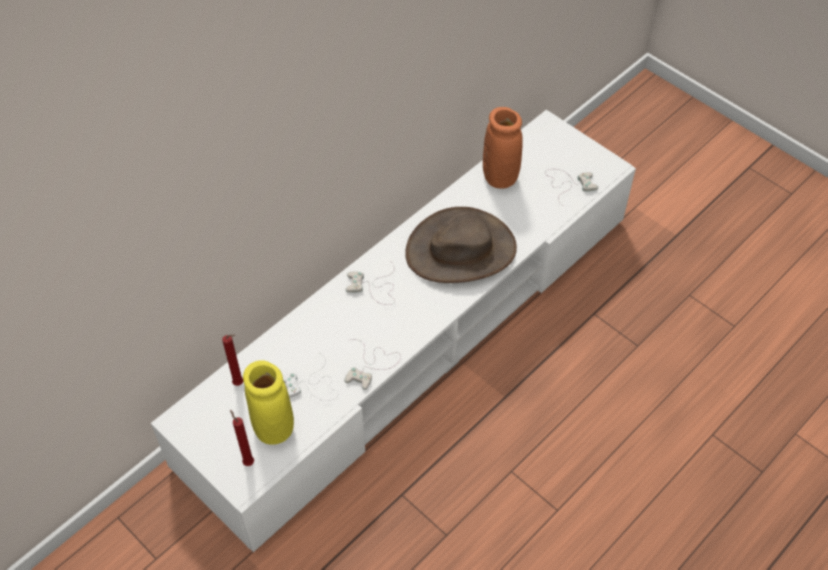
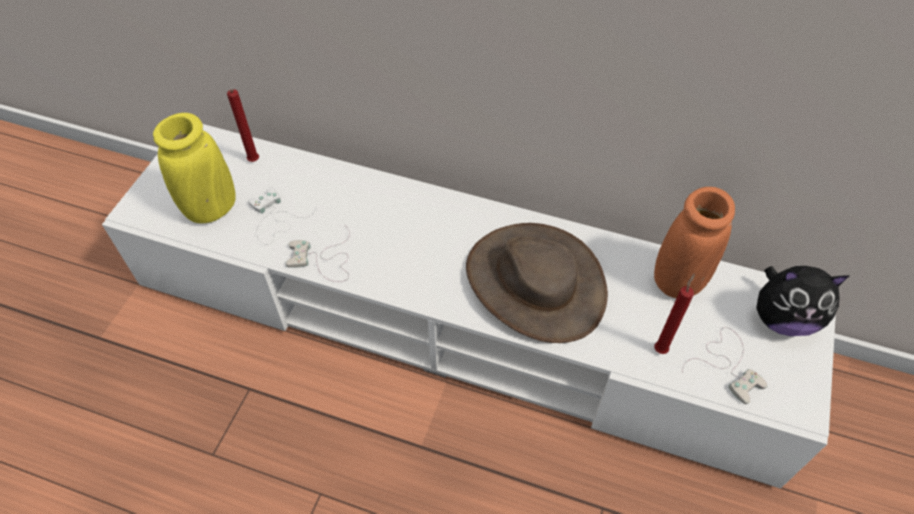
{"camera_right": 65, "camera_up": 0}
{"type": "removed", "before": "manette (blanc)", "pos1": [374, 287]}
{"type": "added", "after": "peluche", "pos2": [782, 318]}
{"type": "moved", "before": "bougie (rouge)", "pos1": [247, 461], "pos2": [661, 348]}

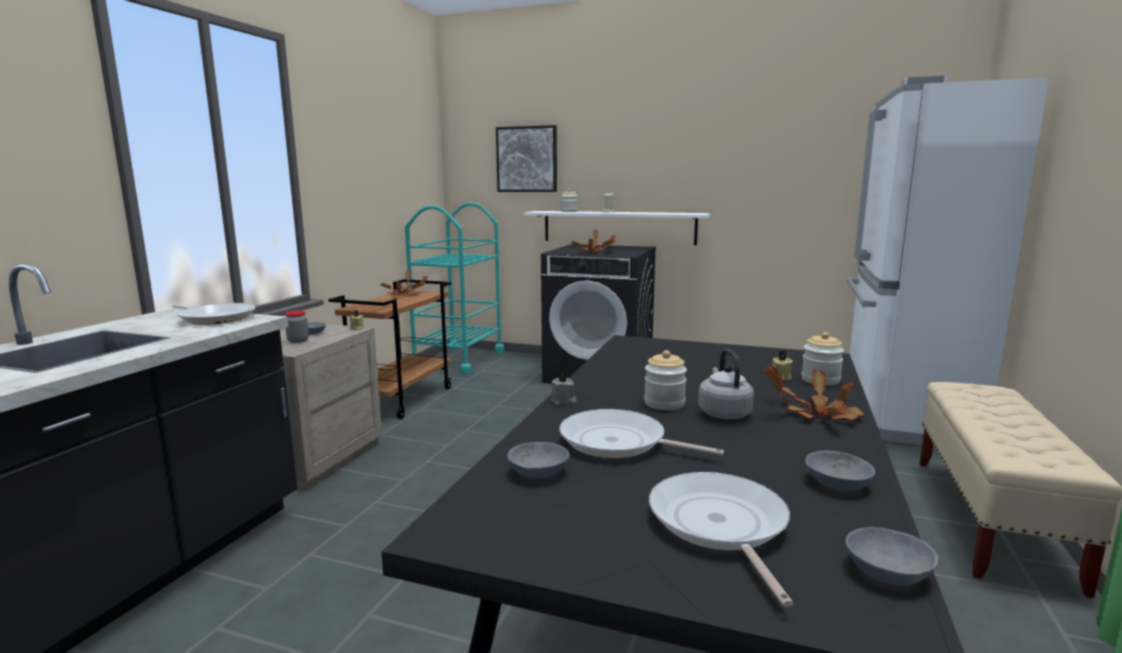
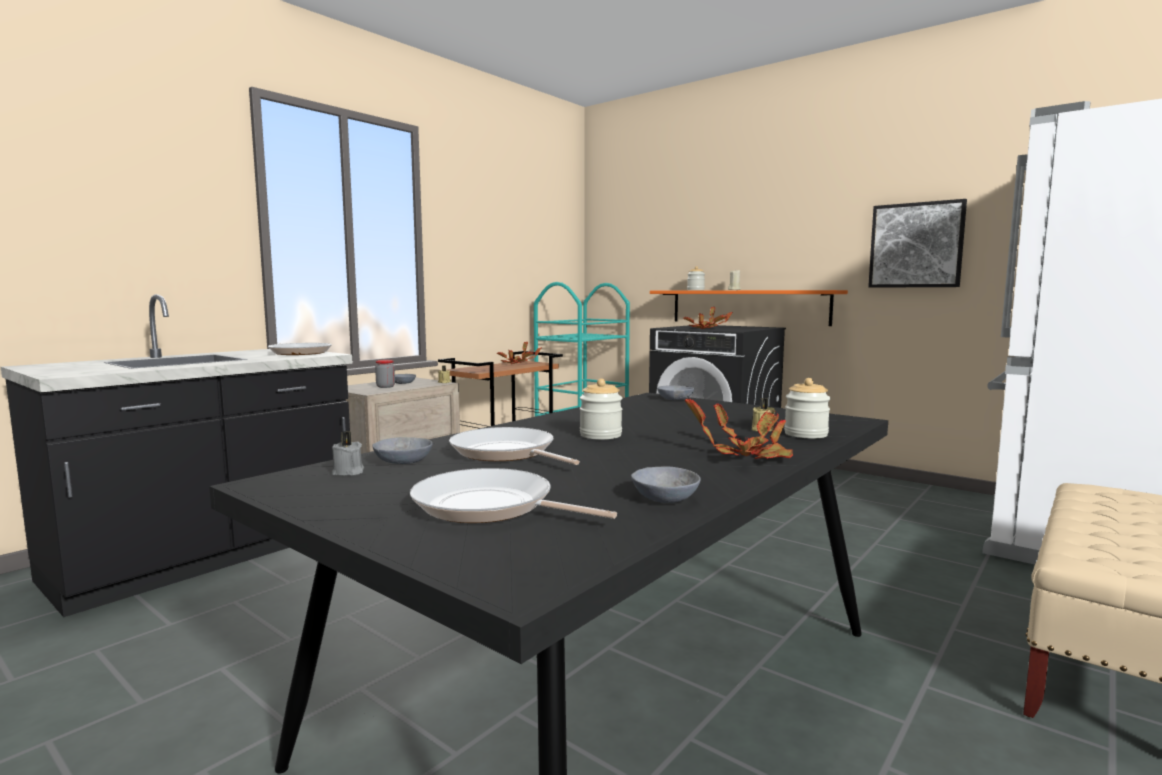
{"camera_right": 20, "camera_up": -5}
{"type": "removed", "before": "bouilloire (gris)", "pos1": [723, 413]}
{"type": "moved", "before": "tableau", "pos1": [527, 159], "pos2": [916, 245]}
{"type": "moved", "before": "bougie (gris)", "pos1": [563, 401], "pos2": [348, 472]}
{"type": "moved", "before": "bol (gris)", "pos1": [887, 570], "pos2": [675, 399]}
{"type": "recoloured", "before": "étagère (blanc)", "after": "étagère (orange)", "pos1": [618, 227], "pos2": [747, 307]}
{"type": "turned", "before": "poêle", "pos1": [719, 526], "pos2": [490, 507], "turn": -75}

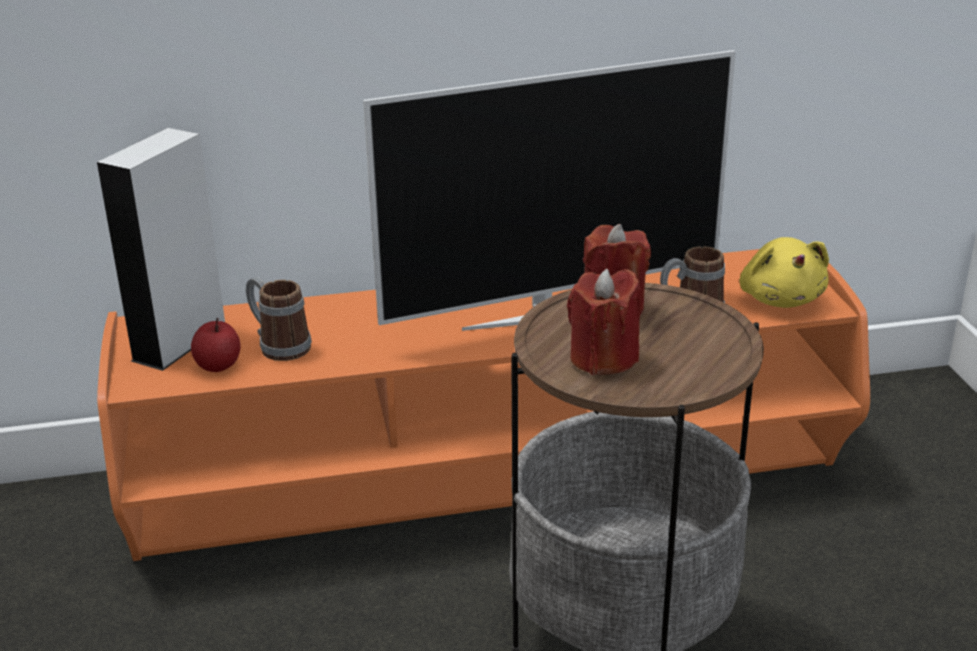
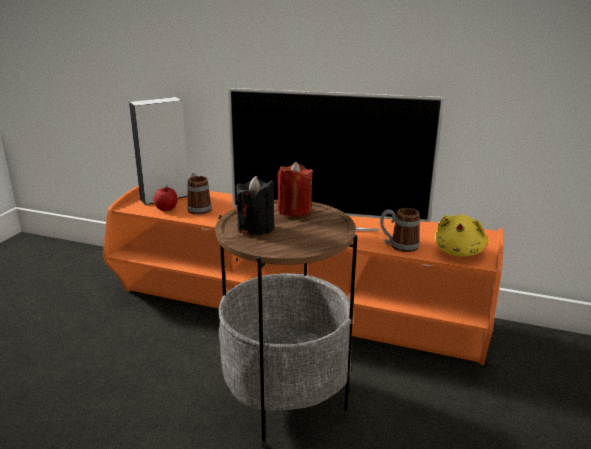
{"camera_right": 30, "camera_up": -5}
{"type": "recoloured", "before": "bougie (rouge)", "after": "bougie (noir)", "pos1": [603, 358], "pos2": [256, 228]}

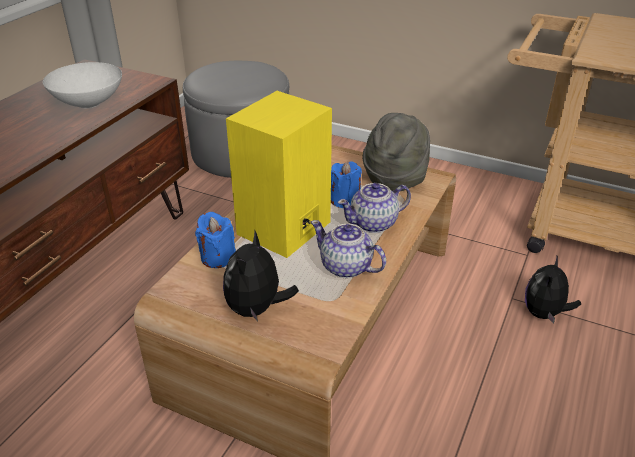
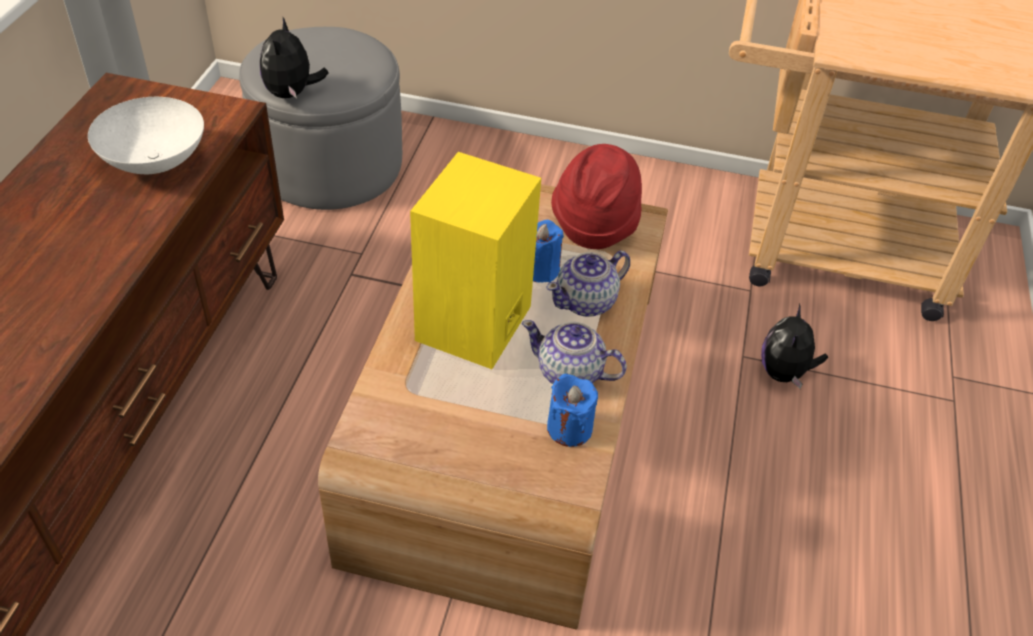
{"camera_right": -15, "camera_up": 10}
{"type": "moved", "before": "bougie (bleu)", "pos1": [217, 257], "pos2": [569, 428]}
{"type": "moved", "before": "peluche", "pos1": [257, 309], "pos2": [292, 94]}
{"type": "recoloured", "before": "chapeau (gris)", "after": "chapeau (rouge)", "pos1": [395, 178], "pos2": [595, 225]}

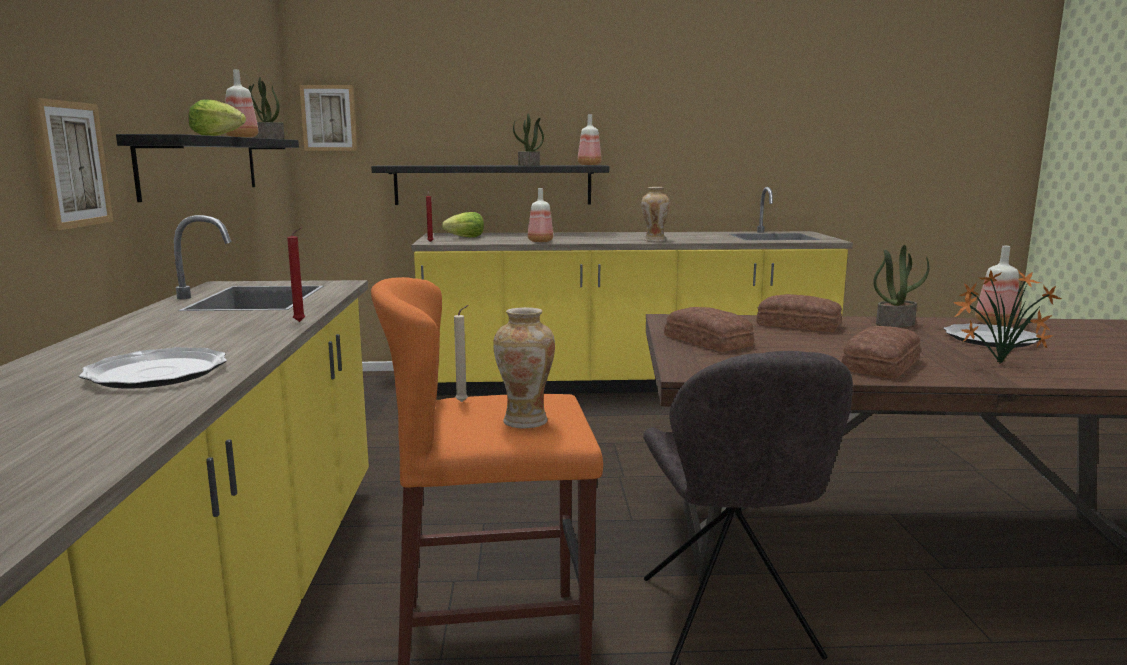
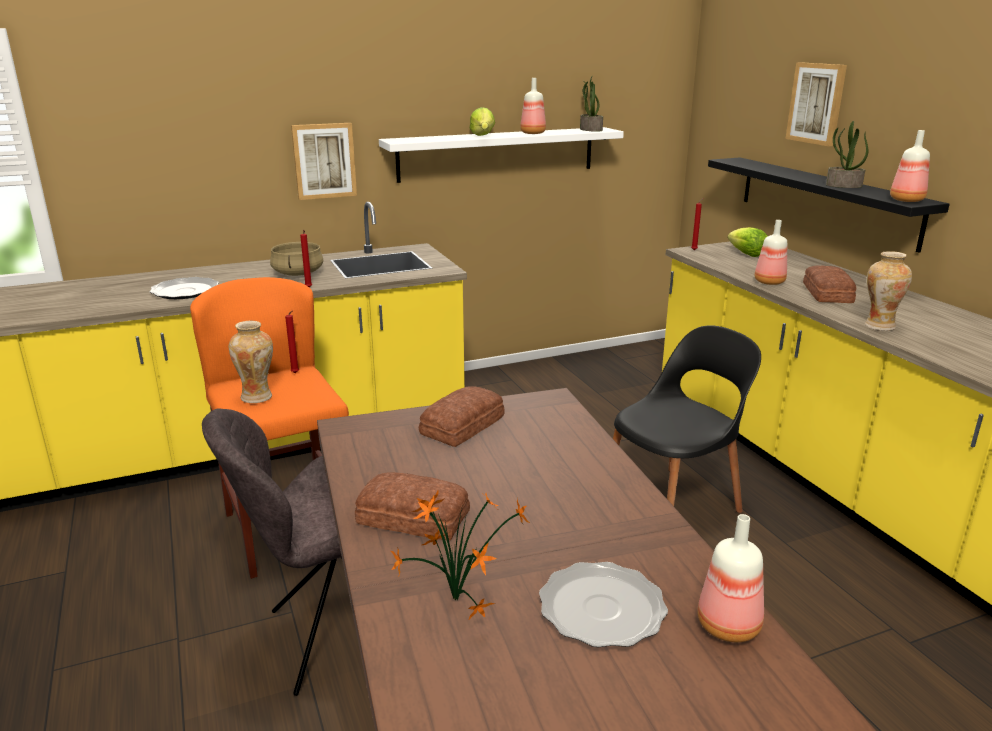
{"camera_right": 70, "camera_up": 10}
{"type": "removed", "before": "plante en pot", "pos1": [895, 323]}
{"type": "added", "after": "marmite (beige)", "pos2": [297, 273]}
{"type": "added", "after": "chaise (noir)", "pos2": [672, 504]}
{"type": "moved", "before": "tableau", "pos1": [329, 118], "pos2": [816, 103]}
{"type": "moved", "before": "pain", "pos1": [799, 325], "pos2": [826, 293]}
{"type": "recoloured", "before": "étagère (noir)", "after": "étagère (blanc)", "pos1": [202, 165], "pos2": [497, 154]}
{"type": "recoloured", "before": "bougie (beige)", "after": "bougie (rouge)", "pos1": [463, 401], "pos2": [296, 373]}

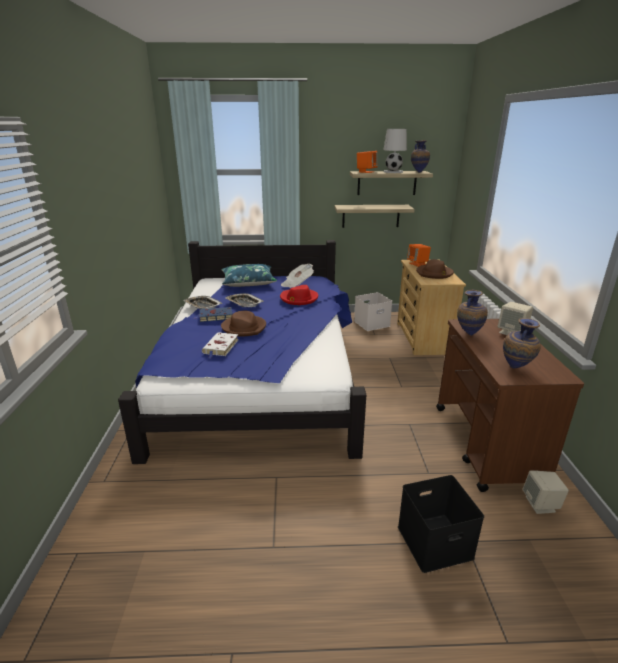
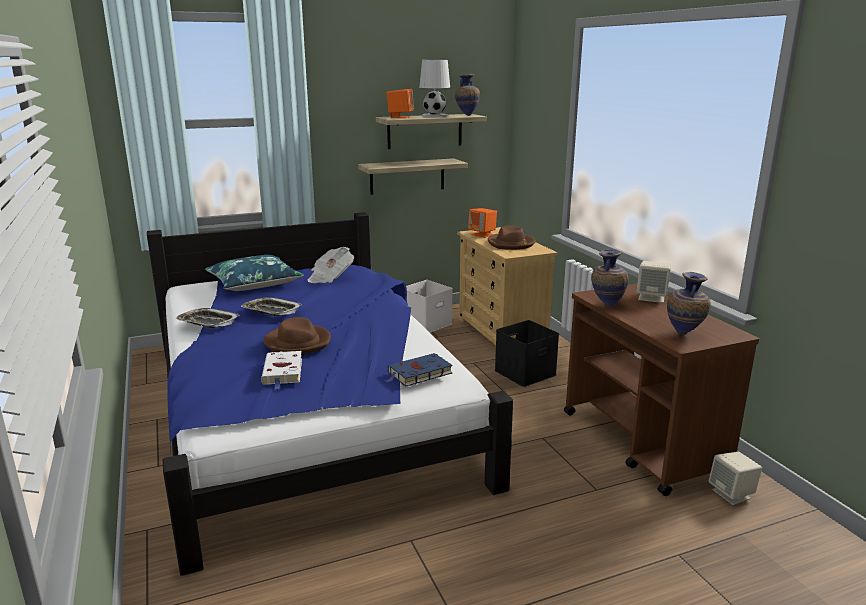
{"camera_right": -20, "camera_up": -5}
{"type": "removed", "before": "chapeau (rouge)", "pos1": [298, 298]}
{"type": "moved", "before": "livre (bleu)", "pos1": [215, 317], "pos2": [418, 374]}
{"type": "moved", "before": "boîte de rangement (noir)", "pos1": [434, 543], "pos2": [525, 373]}

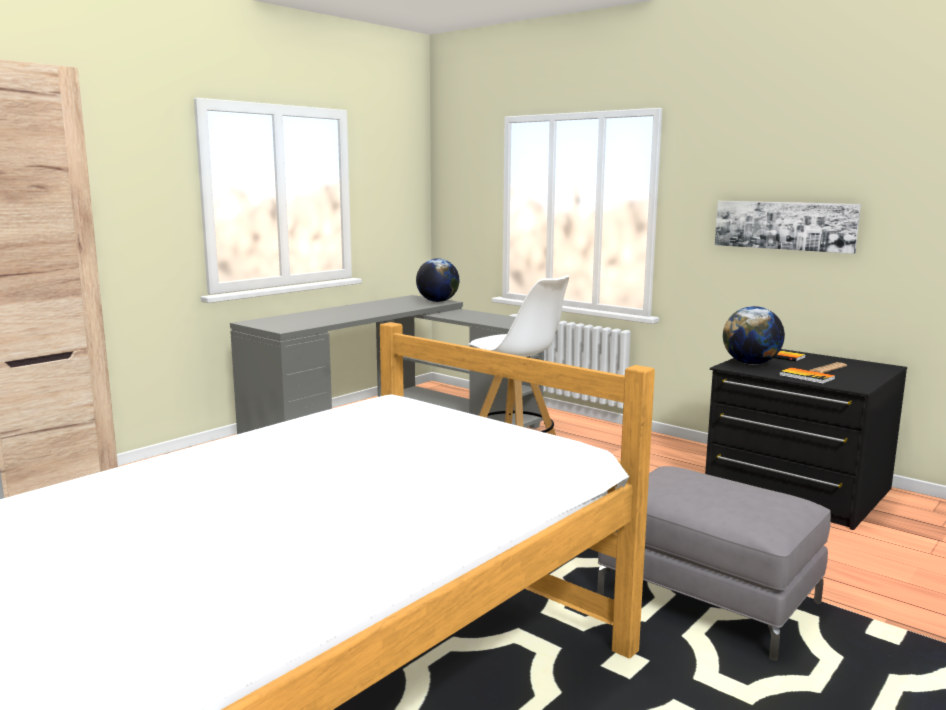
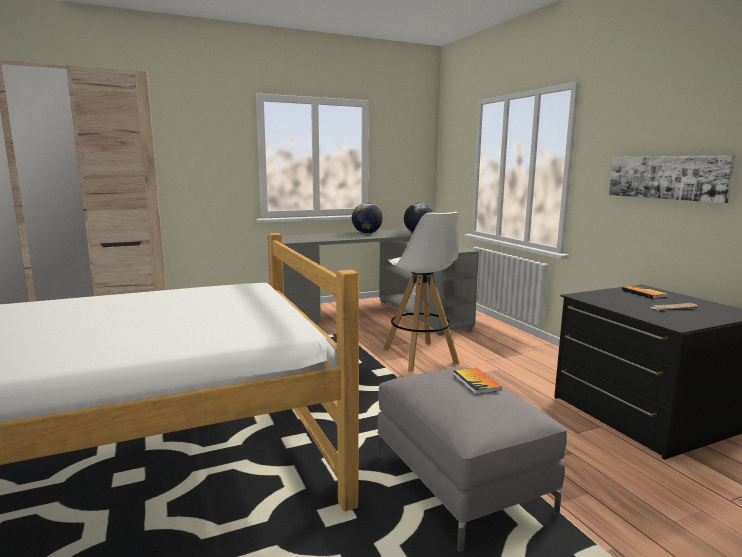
{"camera_right": 25, "camera_up": 0}
{"type": "moved", "before": "globe", "pos1": [751, 363], "pos2": [367, 233]}
{"type": "moved", "before": "livre", "pos1": [806, 377], "pos2": [476, 382]}

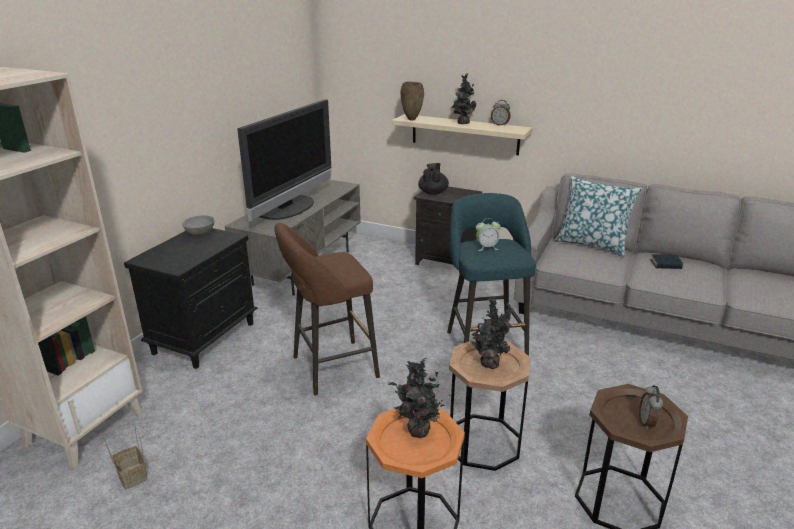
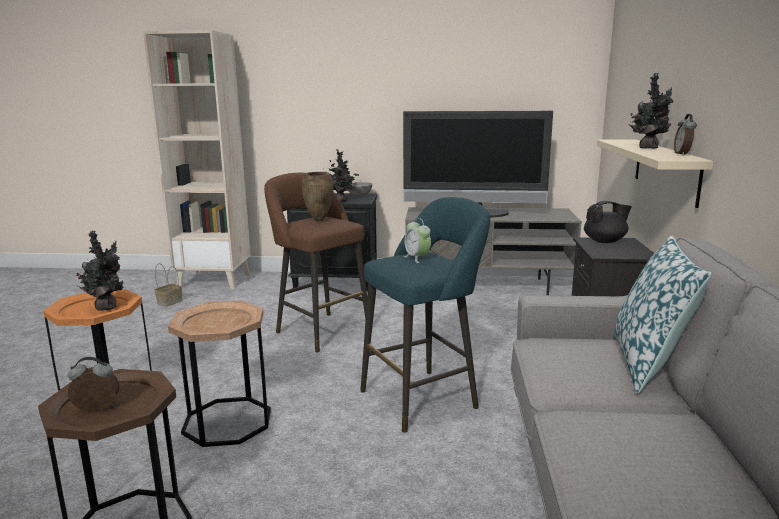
{"camera_right": 70, "camera_up": -10}
{"type": "removed", "before": "livre", "pos1": [665, 264]}
{"type": "moved", "before": "vase (marron)", "pos1": [412, 119], "pos2": [319, 220]}
{"type": "moved", "before": "plante en pot", "pos1": [490, 363], "pos2": [342, 201]}

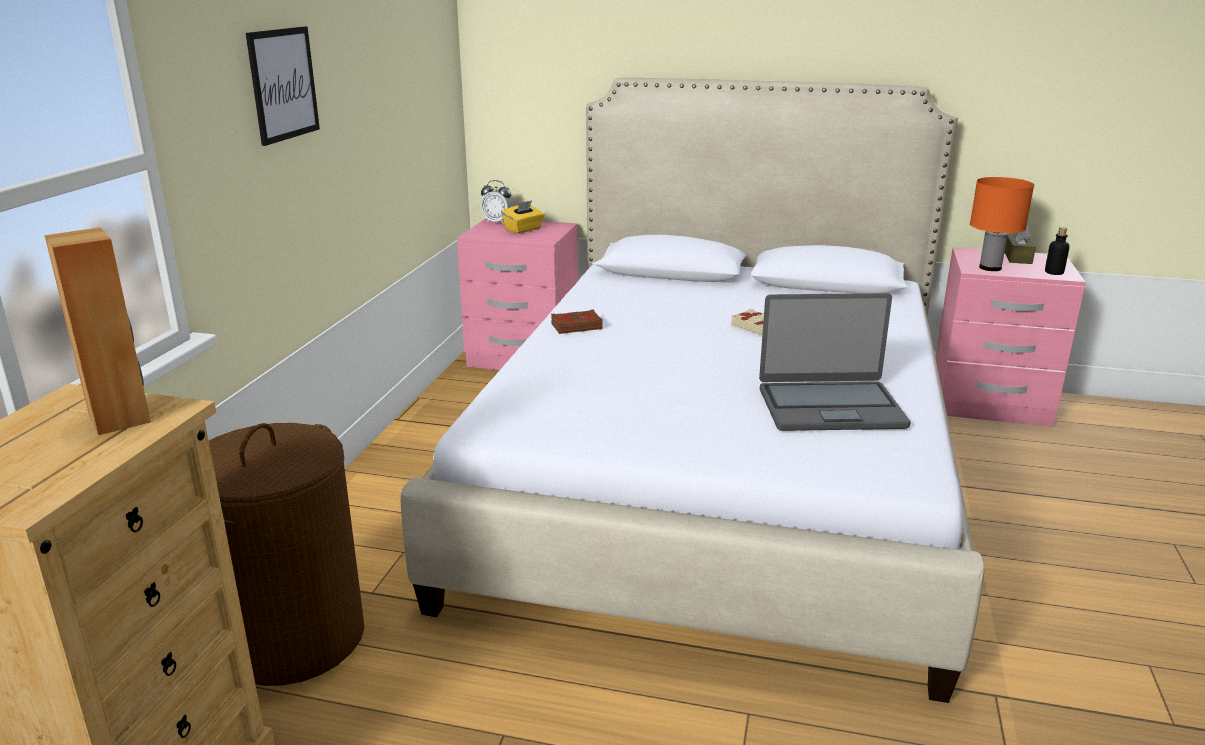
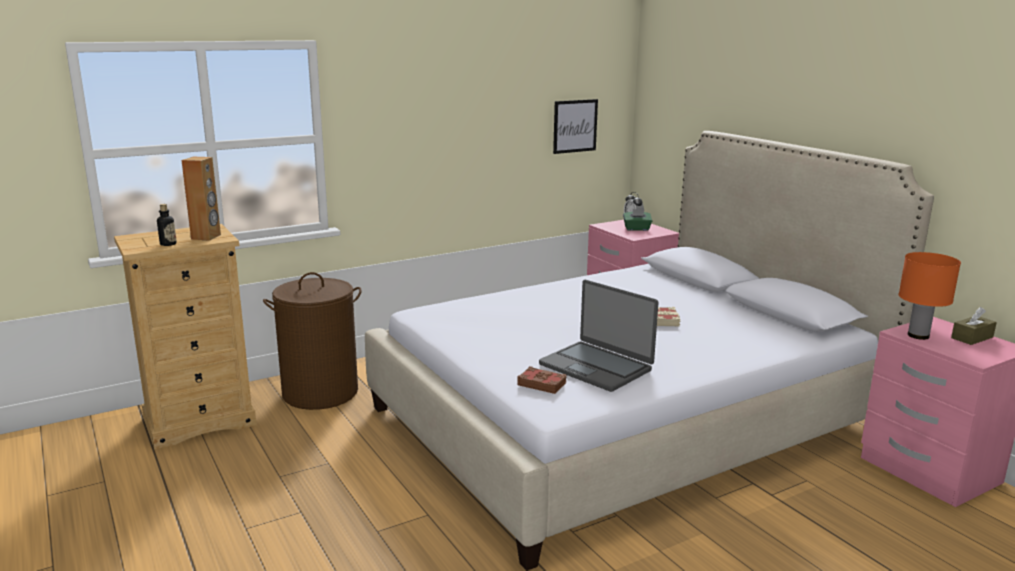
{"camera_right": 45, "camera_up": -5}
{"type": "moved", "before": "tableau", "pos1": [283, 84], "pos2": [575, 126]}
{"type": "moved", "before": "livre (marron)", "pos1": [576, 326], "pos2": [542, 384]}
{"type": "moved", "before": "bouteille", "pos1": [1054, 272], "pos2": [168, 244]}
{"type": "recoloured", "before": "boîte à mouchoirs (jaune)", "after": "boîte à mouchoirs (vert)", "pos1": [523, 230], "pos2": [637, 229]}

